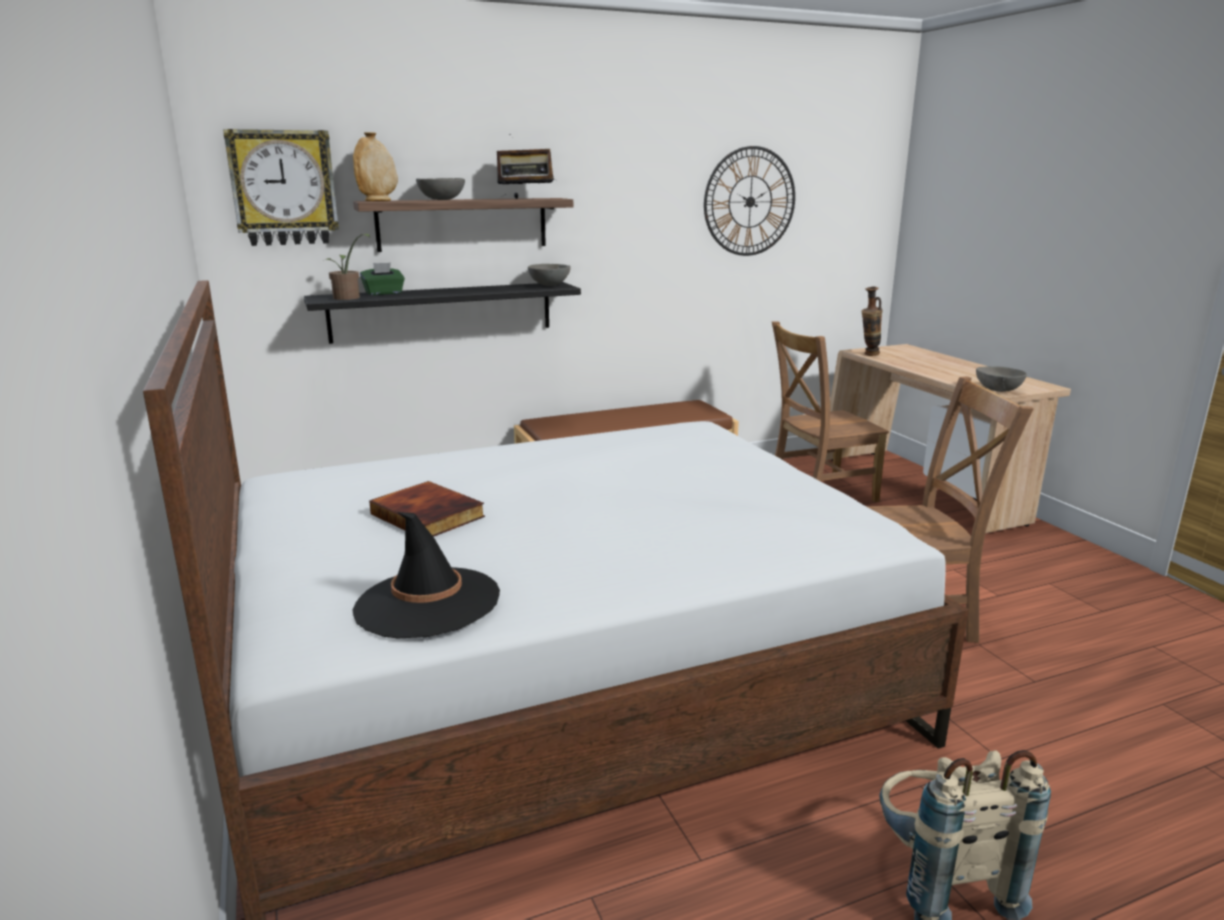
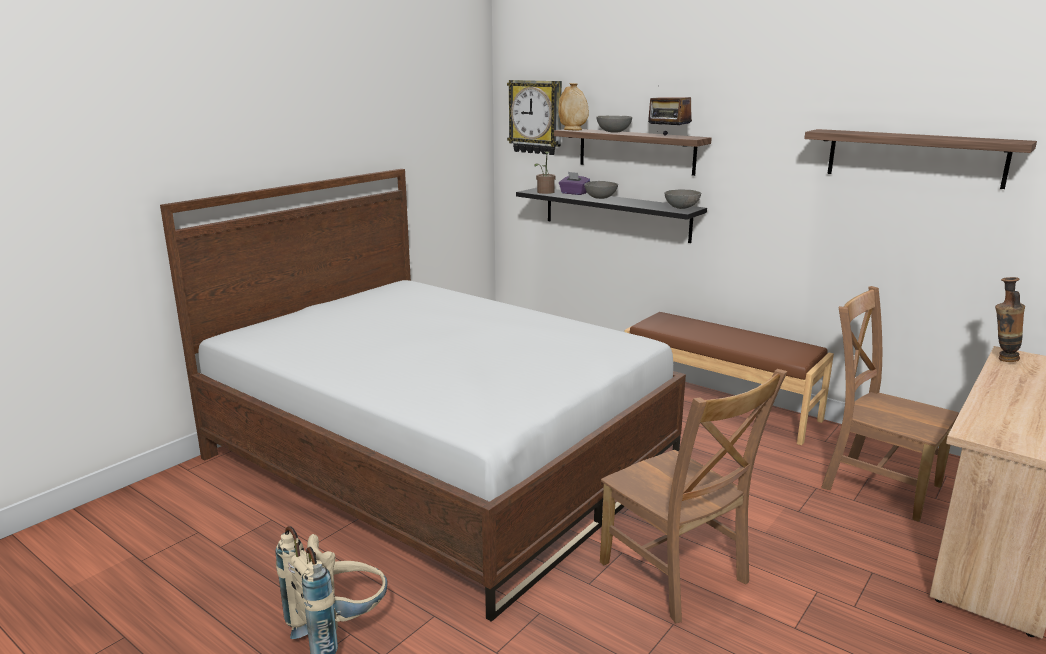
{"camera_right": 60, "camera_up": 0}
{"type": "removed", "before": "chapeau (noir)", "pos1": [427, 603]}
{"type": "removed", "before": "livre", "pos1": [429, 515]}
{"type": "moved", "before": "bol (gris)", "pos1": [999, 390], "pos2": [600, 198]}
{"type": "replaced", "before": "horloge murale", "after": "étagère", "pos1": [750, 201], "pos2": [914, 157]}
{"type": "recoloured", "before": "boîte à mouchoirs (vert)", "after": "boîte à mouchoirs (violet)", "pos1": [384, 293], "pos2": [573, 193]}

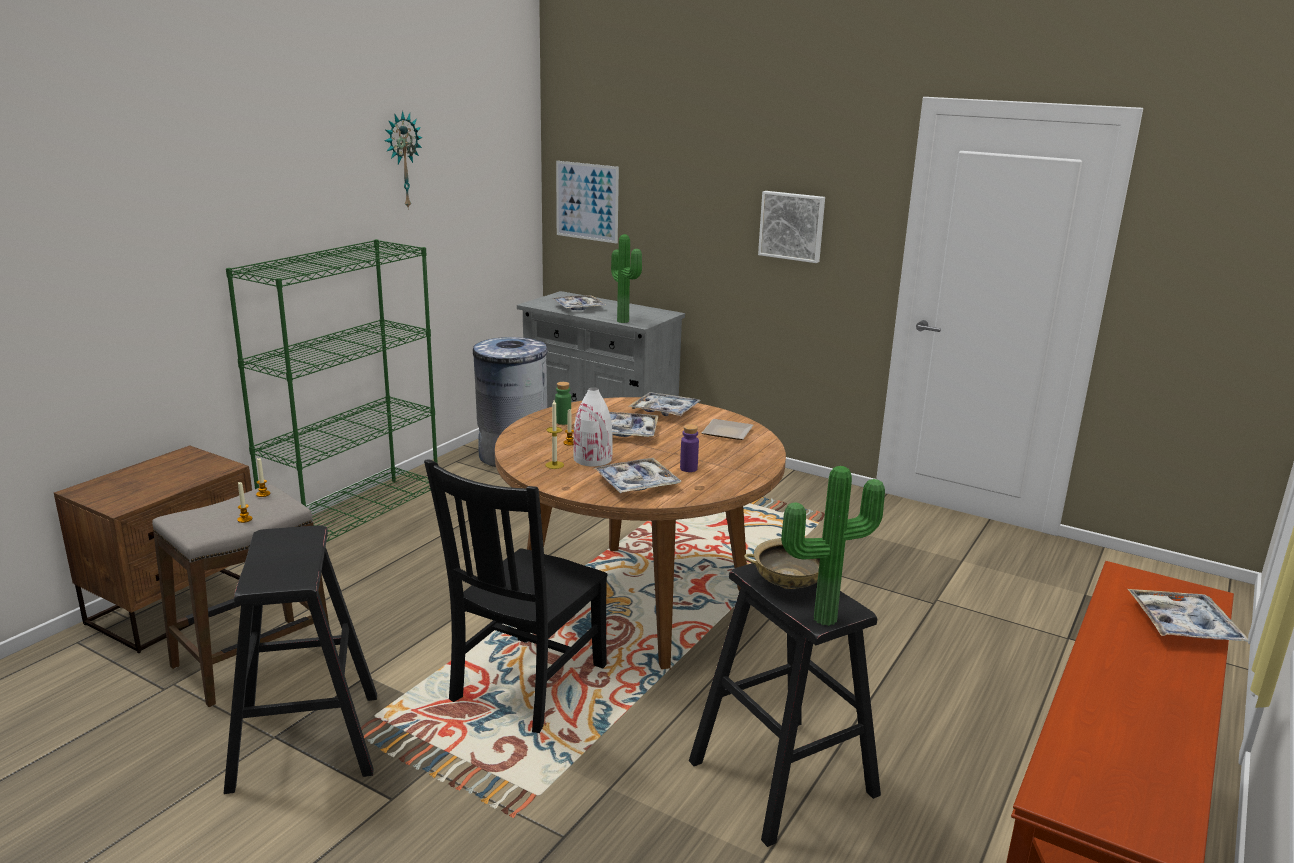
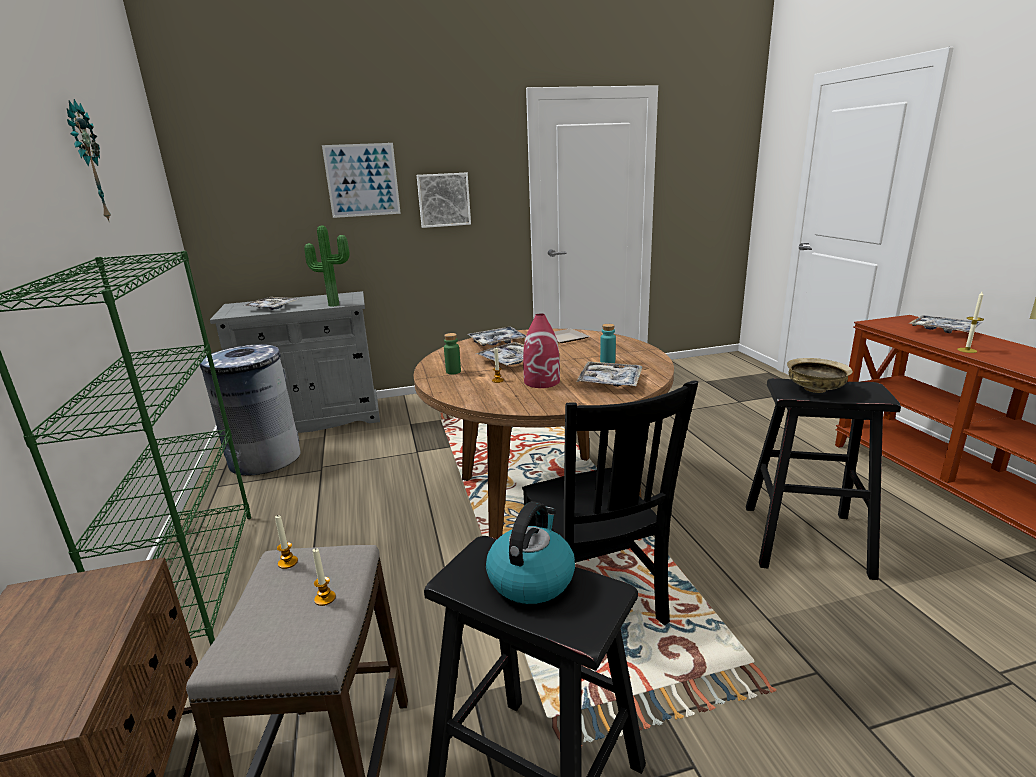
{"camera_right": -45, "camera_up": 0}
{"type": "removed", "before": "plante en pot", "pos1": [822, 616]}
{"type": "added", "after": "bouilloire", "pos2": [531, 578]}
{"type": "moved", "before": "bougie", "pos1": [554, 465], "pos2": [967, 350]}
{"type": "moved", "before": "tableau", "pos1": [587, 201], "pos2": [362, 180]}
{"type": "recoloured", "before": "vase (blanc)", "after": "vase (rouge)", "pos1": [593, 459], "pos2": [542, 381]}
{"type": "recoloured", "before": "bouteille (violet)", "after": "bouteille (turquoise)", "pos1": [688, 468], "pos2": [607, 362]}

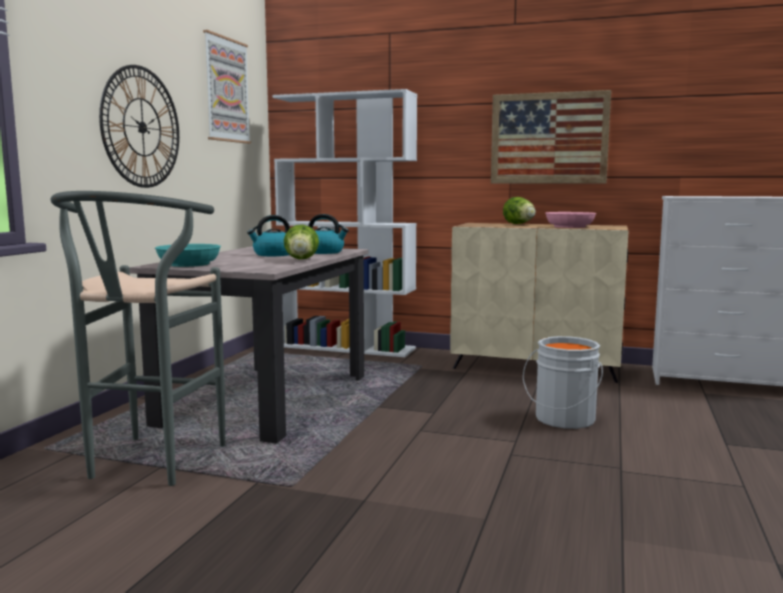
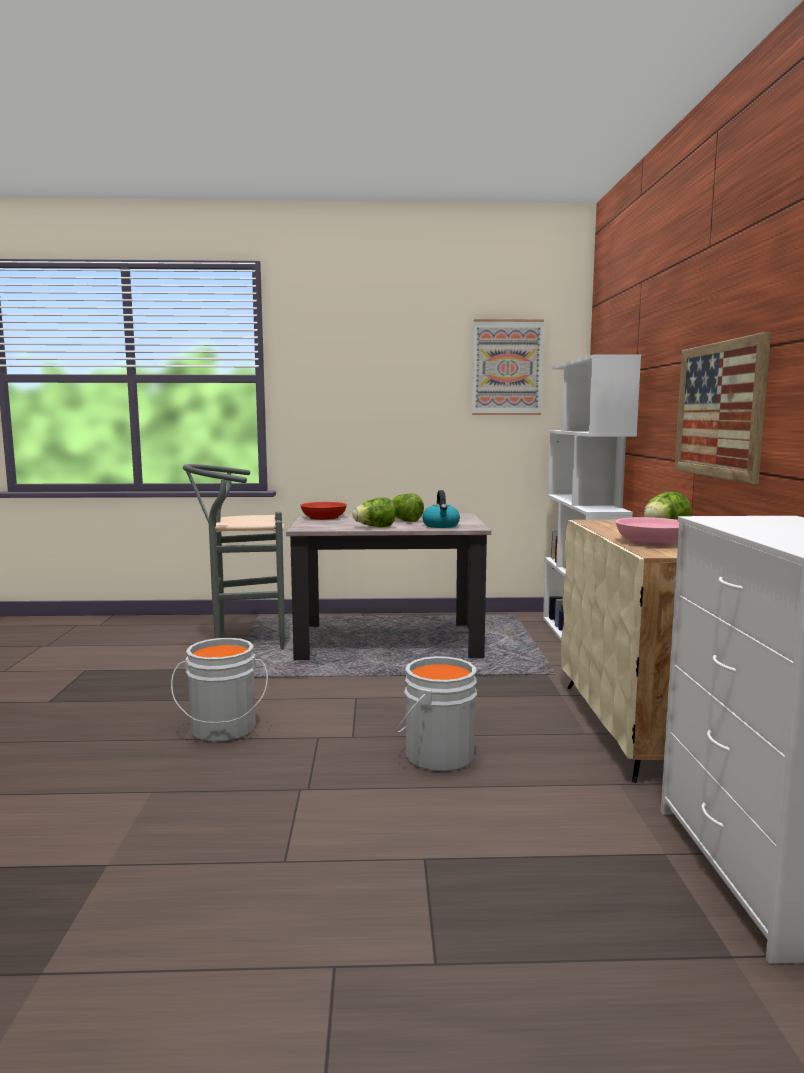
{"camera_right": 70, "camera_up": 0}
{"type": "removed", "before": "horloge murale", "pos1": [142, 127]}
{"type": "added", "after": "seau (gris)", "pos2": [223, 730]}
{"type": "replaced", "before": "bouilloire", "after": "laitue", "pos1": [273, 254], "pos2": [404, 521]}
{"type": "recoloured", "before": "bol (turquoise)", "after": "bol (rouge)", "pos1": [189, 264], "pos2": [323, 517]}

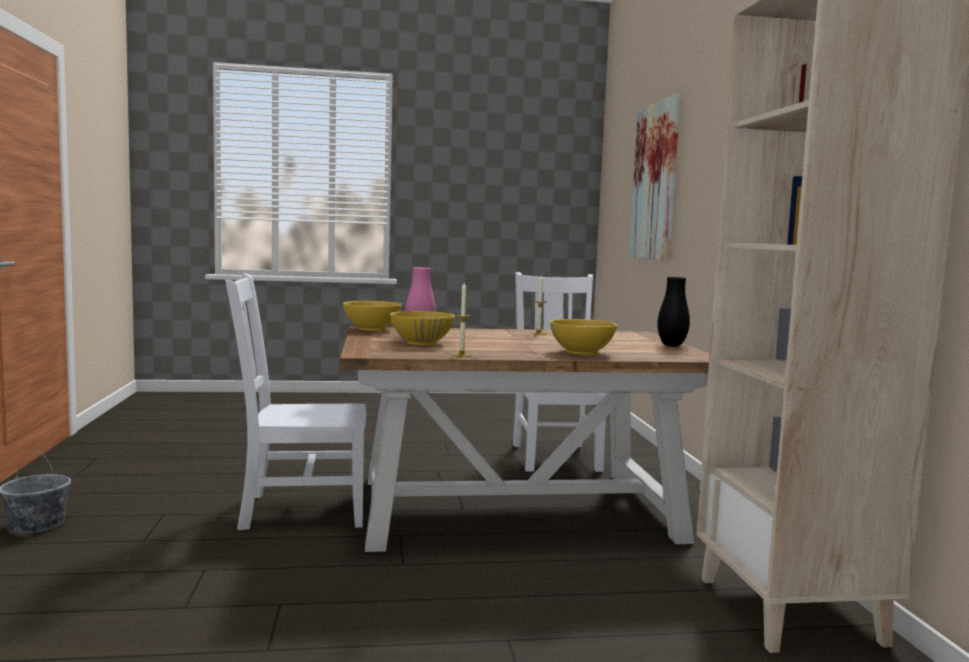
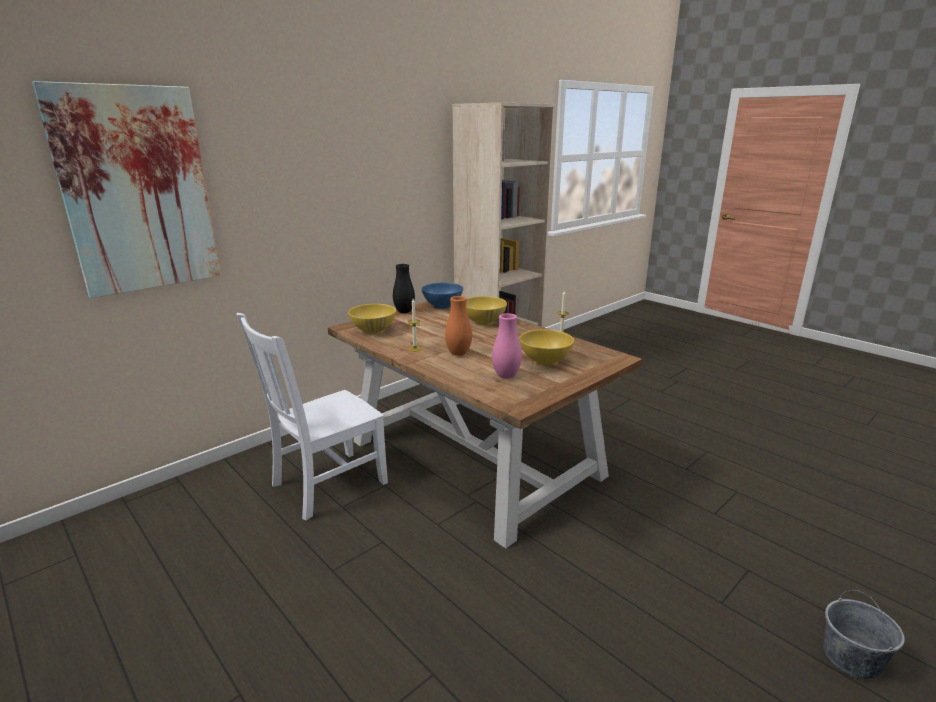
{"camera_right": -125, "camera_up": 15}
{"type": "removed", "before": "chaise (blanc)", "pos1": [299, 510]}
{"type": "added", "after": "bol (bleu)", "pos2": [442, 306]}
{"type": "added", "after": "vase (orange)", "pos2": [458, 354]}
{"type": "moved", "before": "bol (jaune)", "pos1": [372, 329], "pos2": [373, 330]}

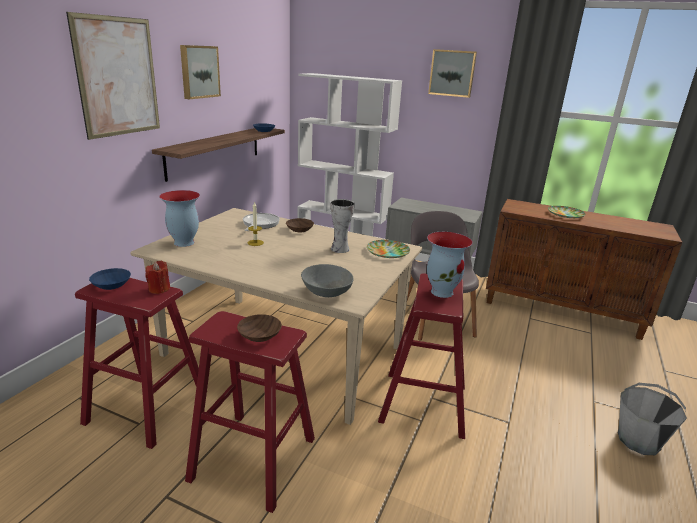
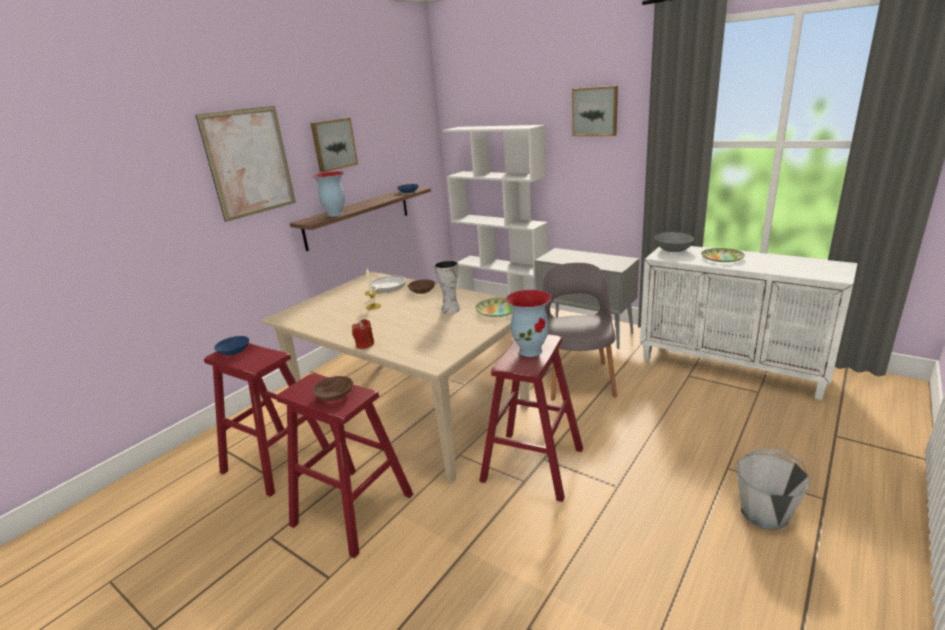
{"camera_right": 15, "camera_up": 0}
{"type": "moved", "before": "bougie (rouge)", "pos1": [159, 289], "pos2": [365, 345]}
{"type": "moved", "before": "vase", "pos1": [183, 243], "pos2": [334, 214]}
{"type": "moved", "before": "bol (gris)", "pos1": [326, 292], "pos2": [672, 250]}
{"type": "recoloured", "before": "meuble de rangement (marron)", "after": "meuble de rangement (blanc)", "pos1": [562, 310], "pos2": [732, 366]}

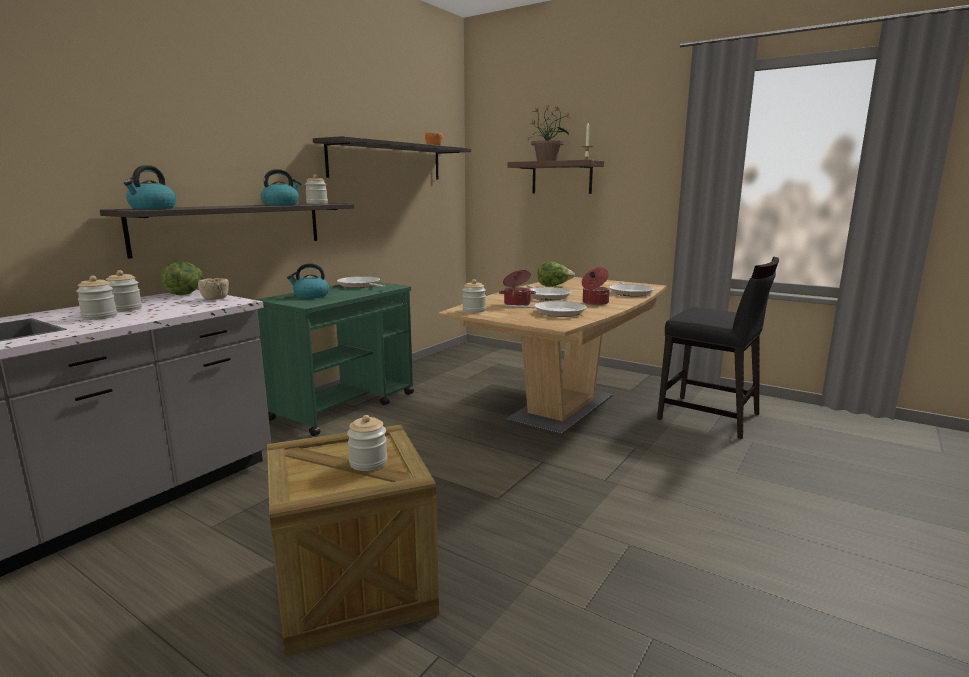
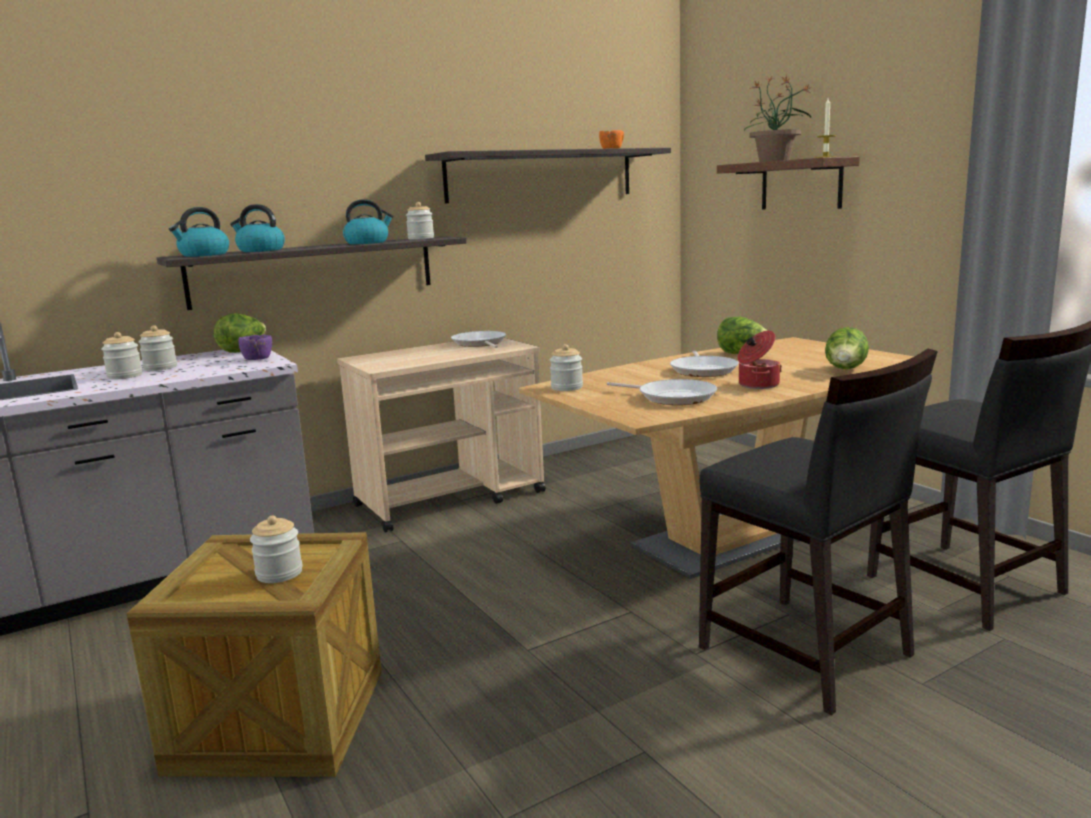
{"camera_right": 25, "camera_up": 0}
{"type": "removed", "before": "marmite", "pos1": [517, 304]}
{"type": "added", "after": "chaise (noir)", "pos2": [805, 652]}
{"type": "moved", "before": "bouilloire", "pos1": [311, 296], "pos2": [260, 250]}
{"type": "replaced", "before": "poêle", "after": "laitue", "pos1": [630, 293], "pos2": [845, 370]}
{"type": "recoloured", "before": "bol (beige)", "after": "bol (violet)", "pos1": [215, 299], "pos2": [258, 359]}
{"type": "recoloured", "before": "chariot (vert)", "after": "chariot (beige)", "pos1": [345, 406], "pos2": [451, 498]}

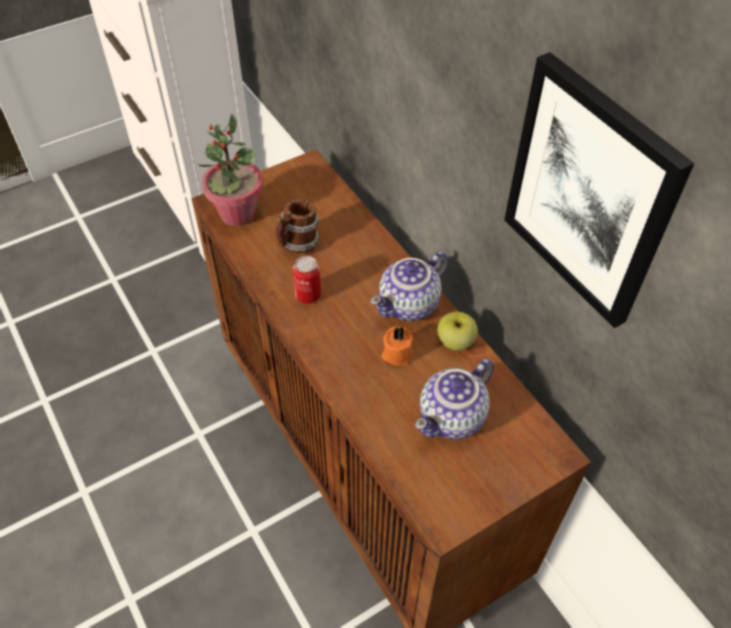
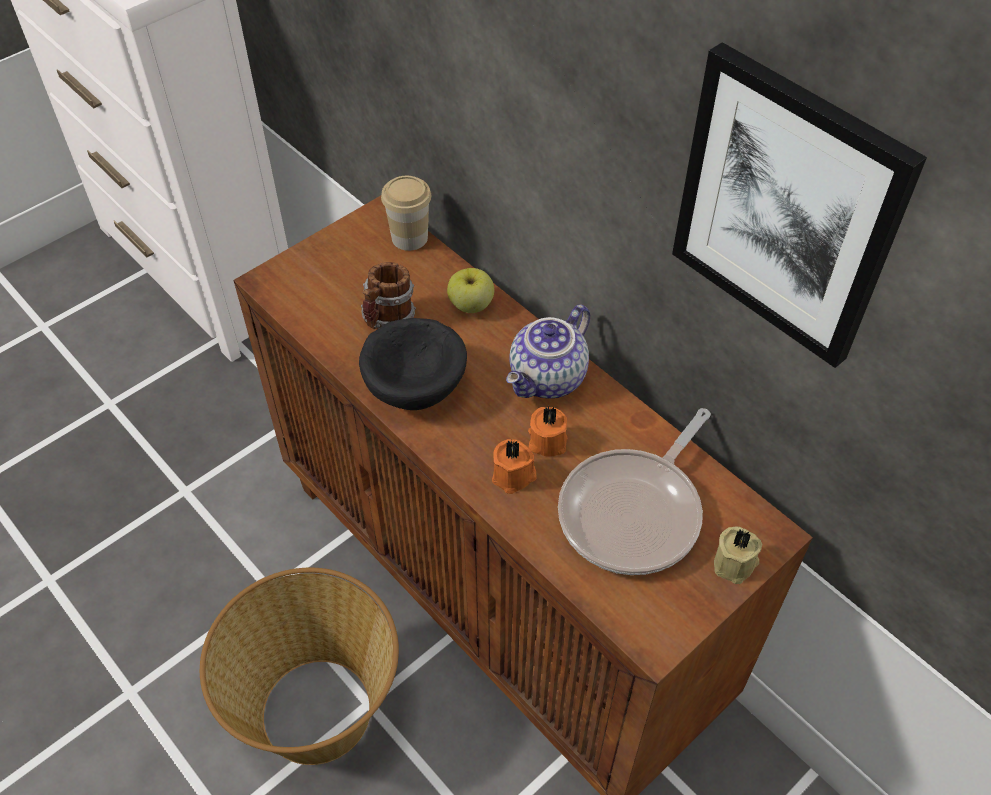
{"camera_right": -10, "camera_up": 0}
{"type": "removed", "before": "plante en pot", "pos1": [237, 214]}
{"type": "added", "after": "panier", "pos2": [318, 708]}
{"type": "added", "after": "tasse", "pos2": [409, 238]}
{"type": "added", "after": "bougie (orange)", "pos2": [514, 476]}
{"type": "added", "after": "bougie (beige)", "pos2": [735, 564]}
{"type": "moved", "before": "pomme", "pos1": [455, 342], "pos2": [471, 305]}
{"type": "replaced", "before": "boîte métallique", "after": "bol (noir)", "pos1": [308, 295], "pos2": [417, 384]}
{"type": "replaced", "before": "théière", "after": "poêle", "pos1": [452, 419], "pos2": [634, 512]}

